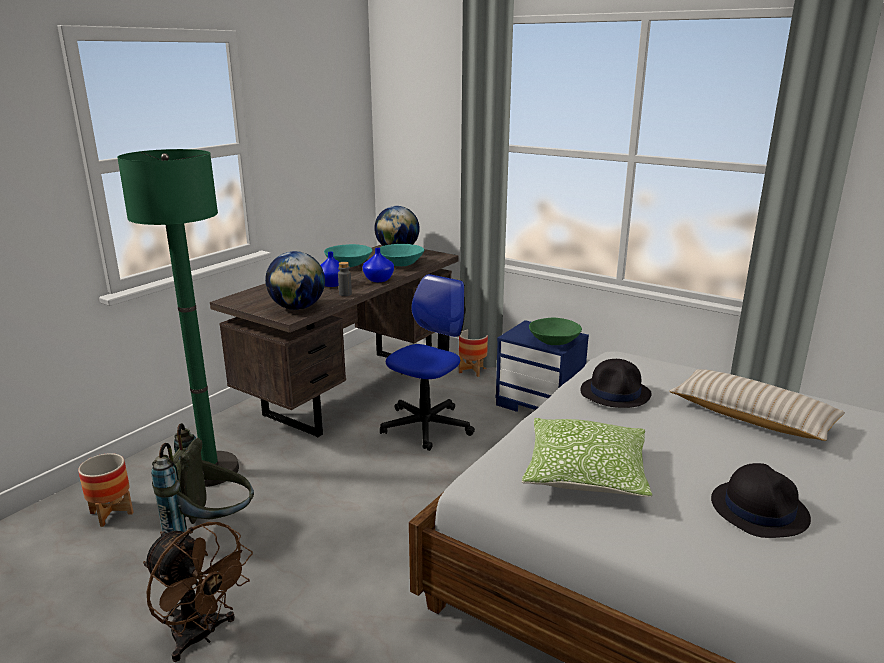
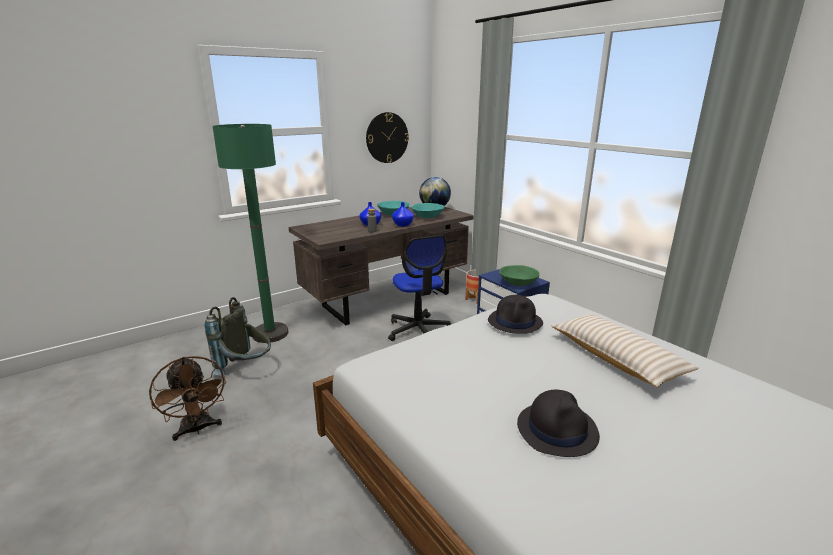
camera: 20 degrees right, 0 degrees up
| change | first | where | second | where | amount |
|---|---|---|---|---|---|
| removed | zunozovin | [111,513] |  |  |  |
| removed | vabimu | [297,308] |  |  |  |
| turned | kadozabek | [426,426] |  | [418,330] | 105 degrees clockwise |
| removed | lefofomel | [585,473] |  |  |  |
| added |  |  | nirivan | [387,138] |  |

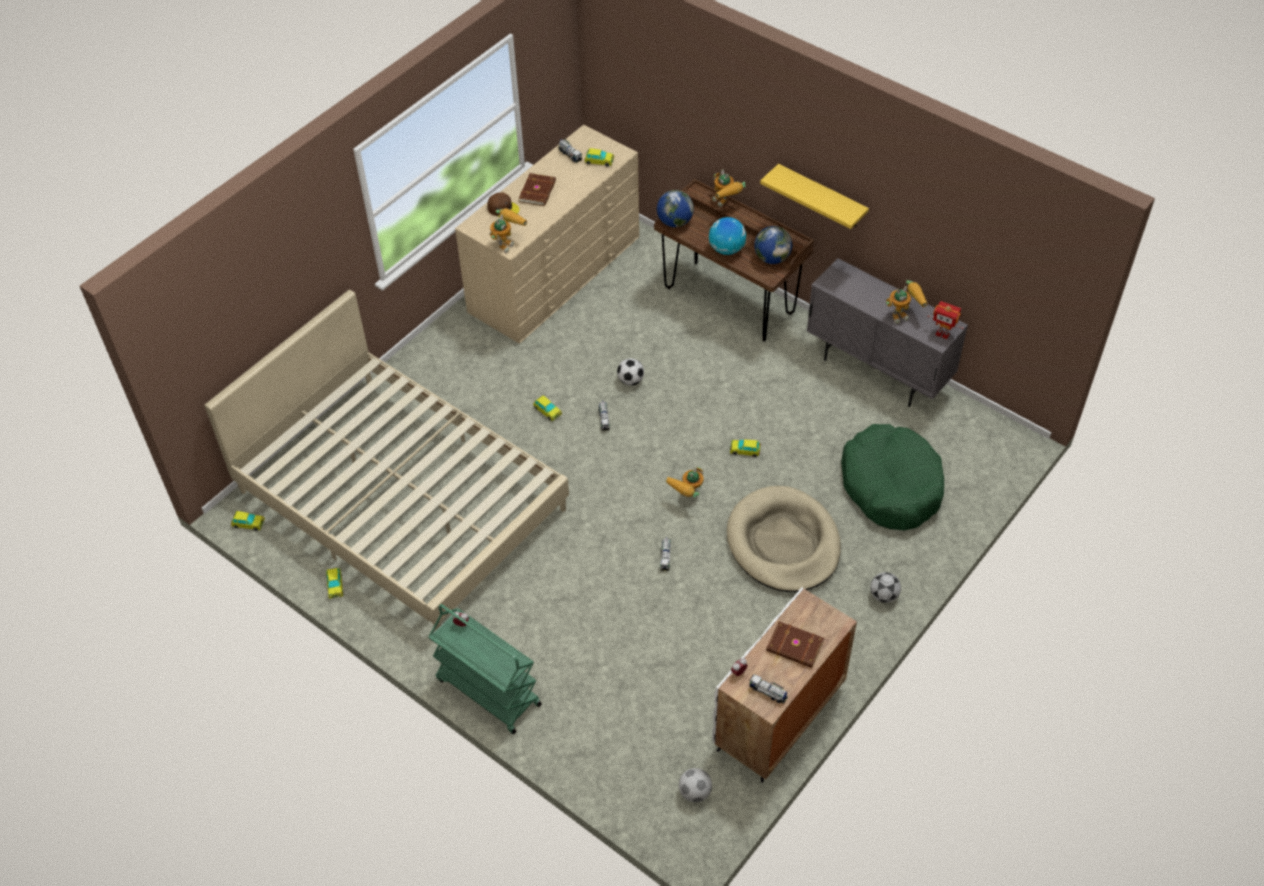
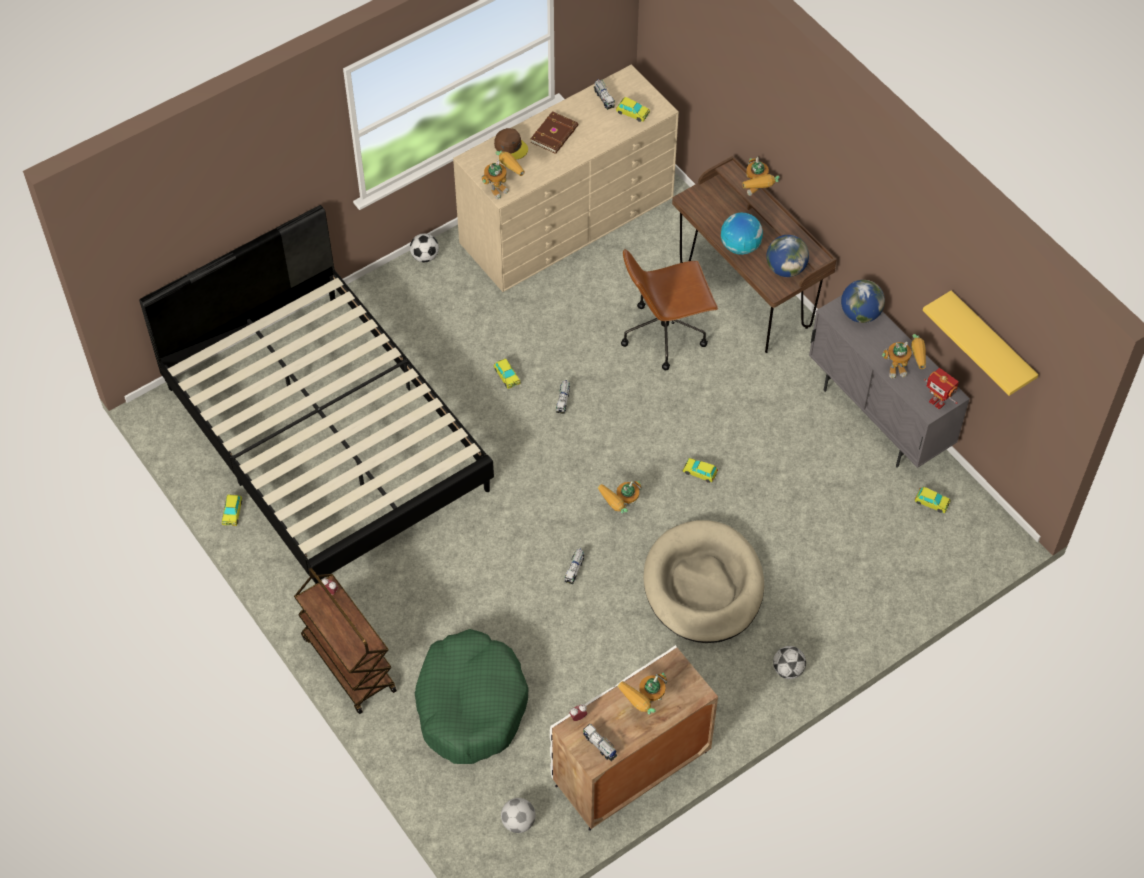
camera: 15 degrees right, 5 degrees up
| change | first | where | second | where | amount |
|---|---|---|---|---|---|
| recoloured | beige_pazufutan | [402,499] | black_pazufutan | [326,436] |  |
| moved | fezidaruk | [248,524] |  | [931,502] |  |
| recoloured | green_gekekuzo | [487,692] | brown_gekekuzo | [348,663] |  |
| moved | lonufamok | [630,380] |  | [425,257] |  |
| moved | vabimu | [675,222] |  | [860,314] |  |
| moved | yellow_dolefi | [821,197] |  | [991,342] |  |
| replaced | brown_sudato | [795,647] | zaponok | [644,706] |  |
| moved | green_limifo | [891,486] |  | [470,704] |  |
| added |  |  | brown_kadozabek | [665,334] |  |

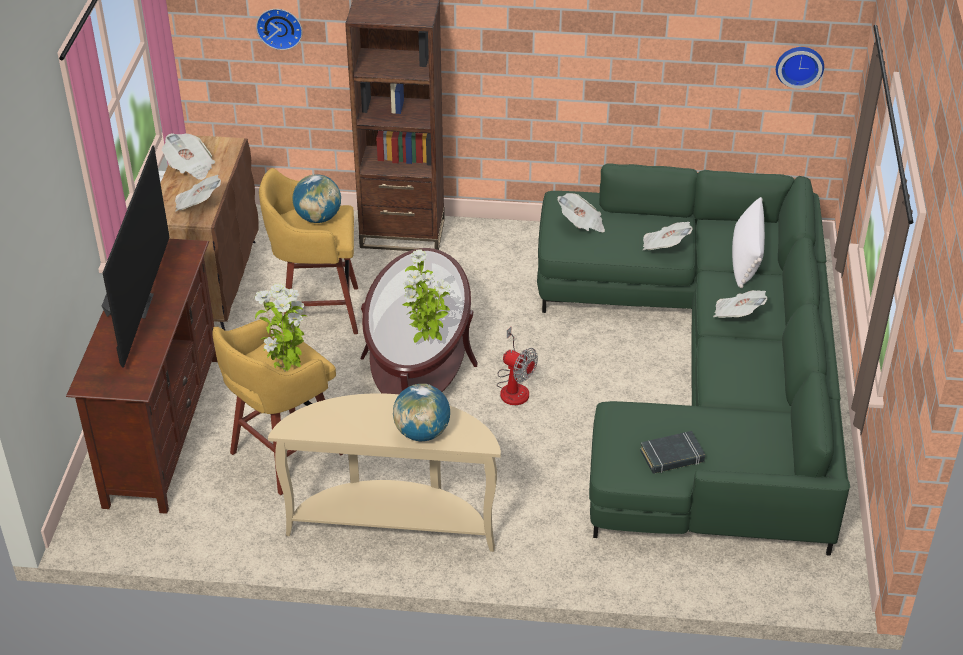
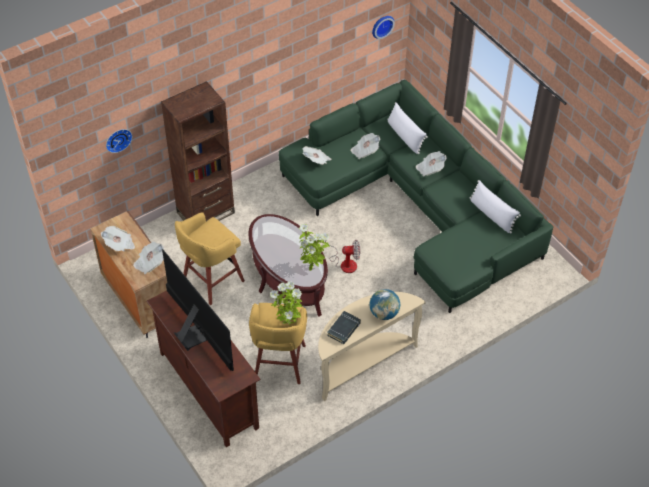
camera: 40 degrees left, 10 degrees up
| change | first | where | second | where | amount |
|---|---|---|---|---|---|
| removed | vabimu | [318,218] |  |  |  |
| moved | black_sudato | [672,456] |  | [344,329] |  |
| added |  |  | white_lefofomel | [492,215] |  |

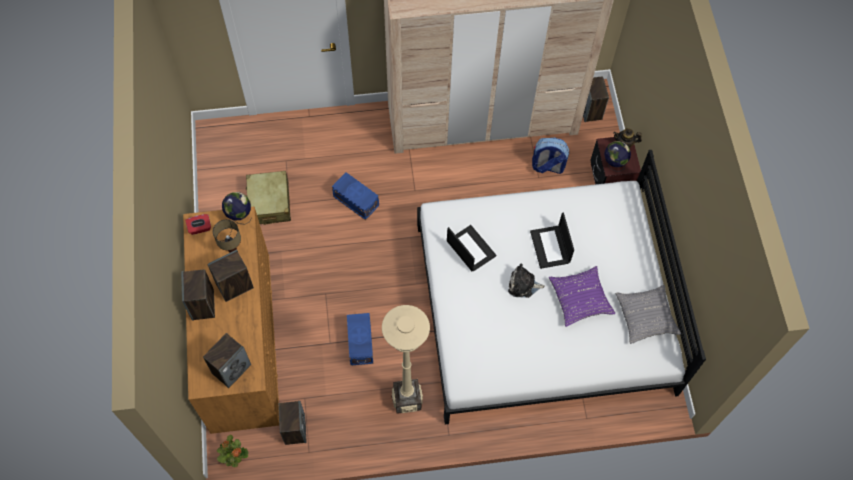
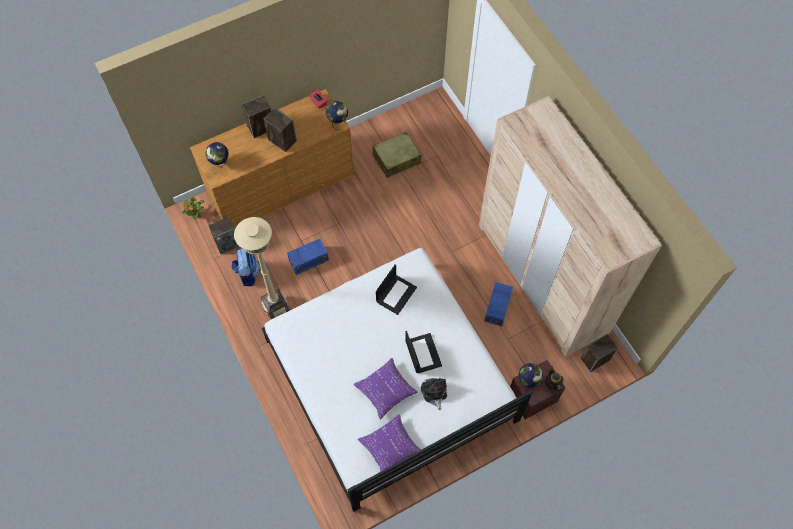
camera: 70 degrees right, 0 degrees up
| change | first | where | second | where | amount |
|---|---|---|---|---|---|
| replaced | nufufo | [231,369] | vabimu | [220,163] |  |
| removed | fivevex | [232,249] |  |  |  |
| moved | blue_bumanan | [356,200] |  | [498,307] |  |
| moved | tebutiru | [523,285] |  | [434,392] |  |
| turned | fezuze | [550,247] |  | [422,353] | 105 degrees clockwise |
| moved | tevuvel | [547,166] |  | [247,273] |  |
| recoloured | grey_lefofomel | [646,316] | purple_lefofomel | [390,447] |  |

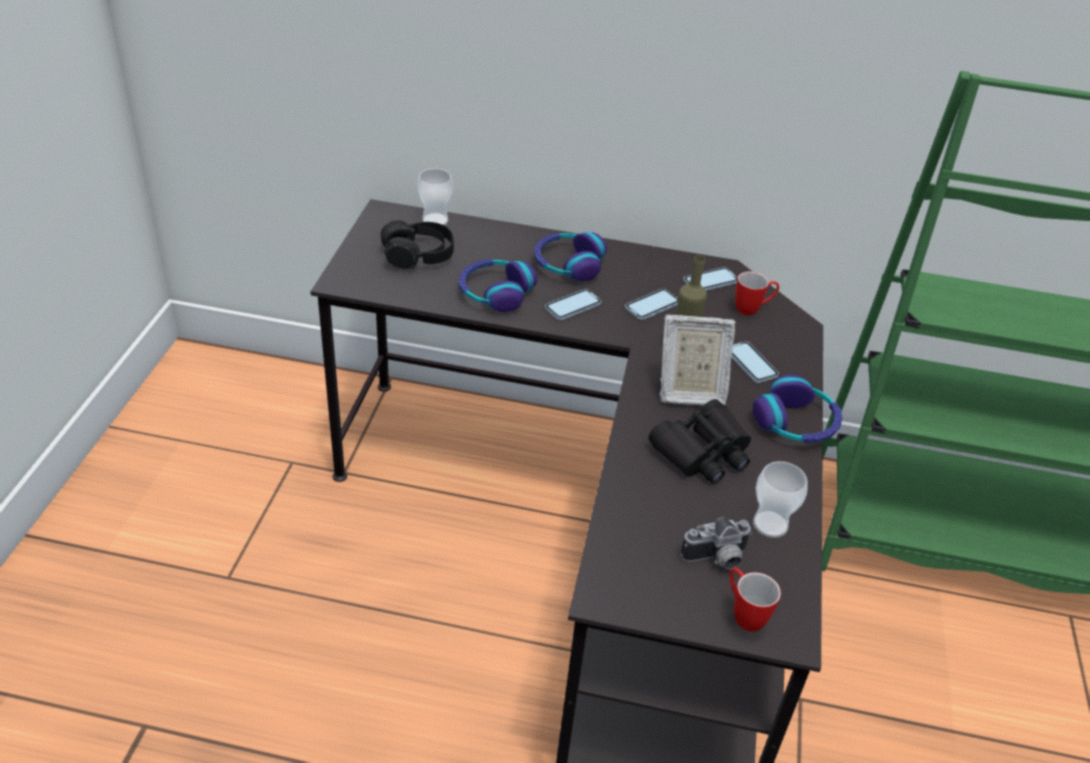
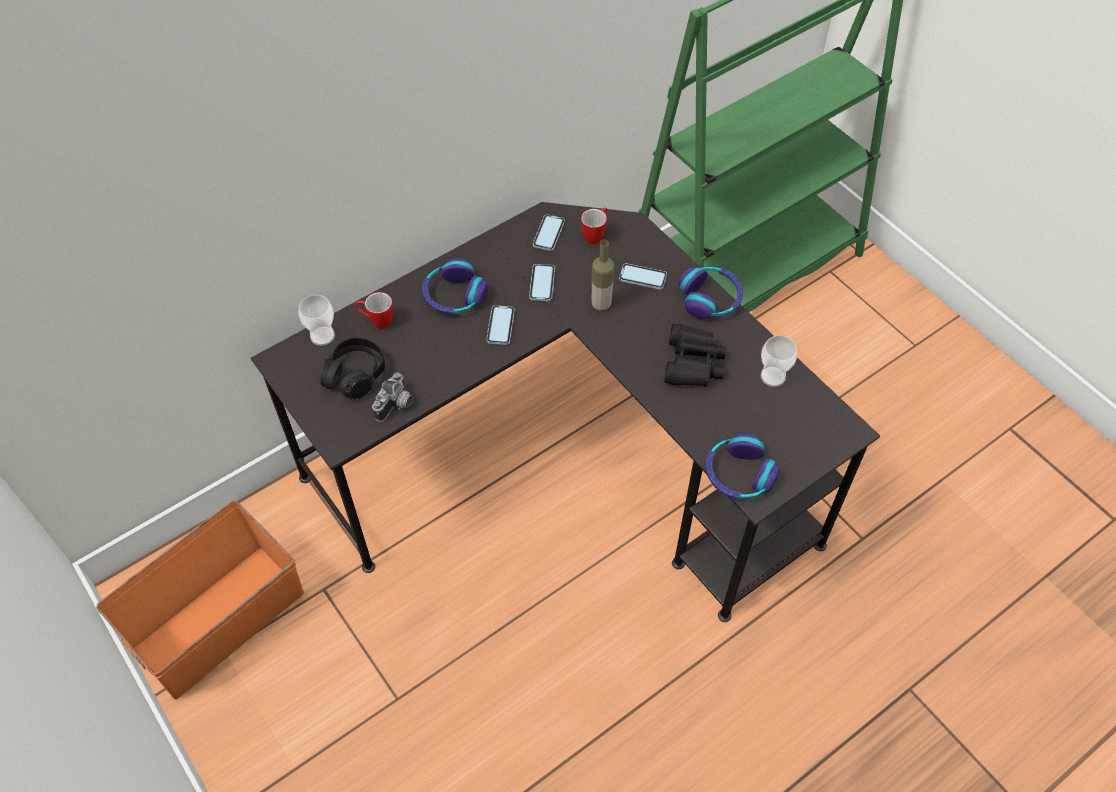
camera: 45 degrees left, 15 degrees up
| change | first | where | second | where | amount |
|---|---|---|---|---|---|
| moved | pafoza | [495,293] |  | [738,474] |  |
| removed | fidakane | [689,392] |  |  |  |
| moved | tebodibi | [717,559] |  | [396,406] |  |
| moved | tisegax | [743,614] |  | [377,321] |  |
| added |  |  | orange_bumanan | [218,620] |  |

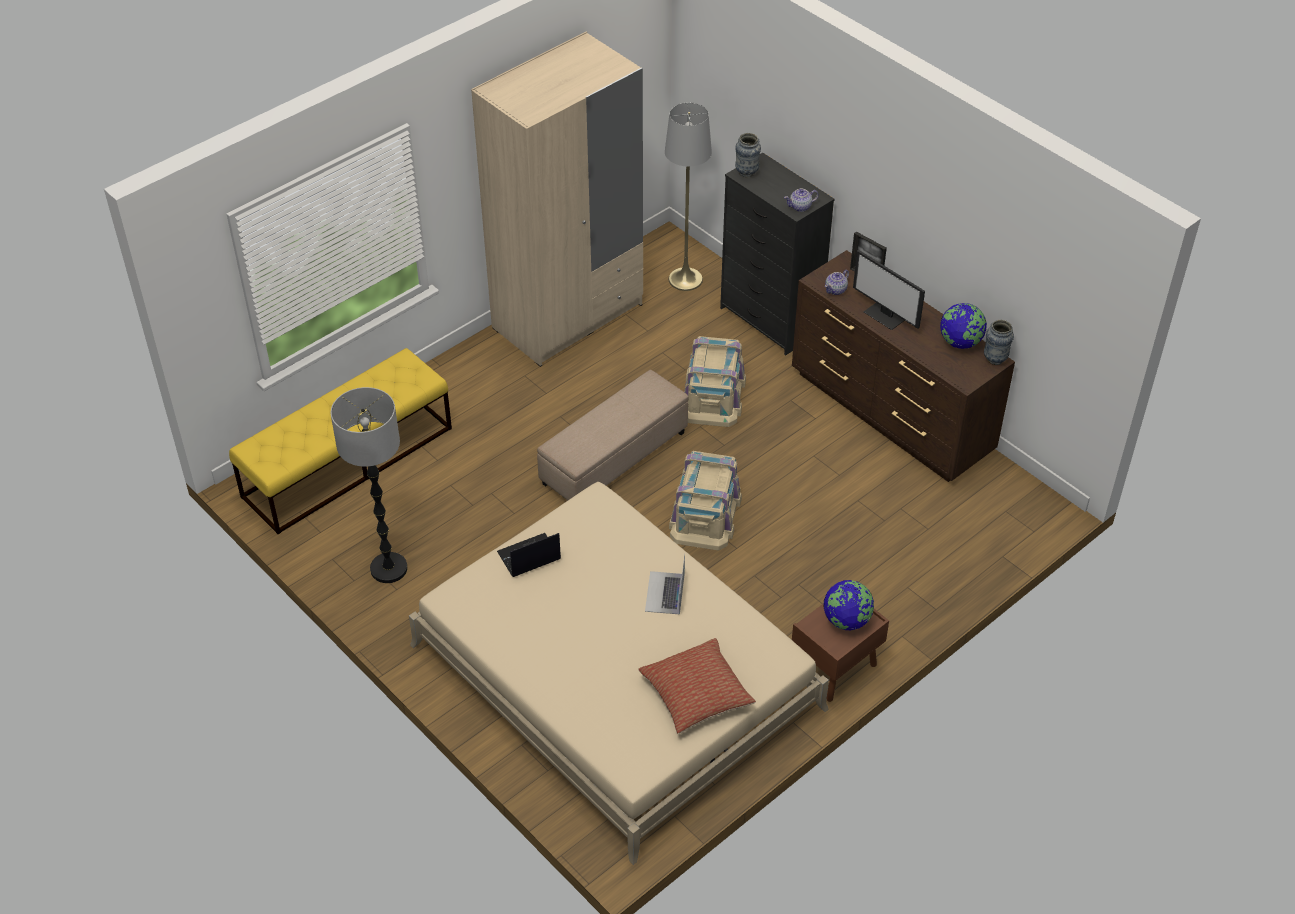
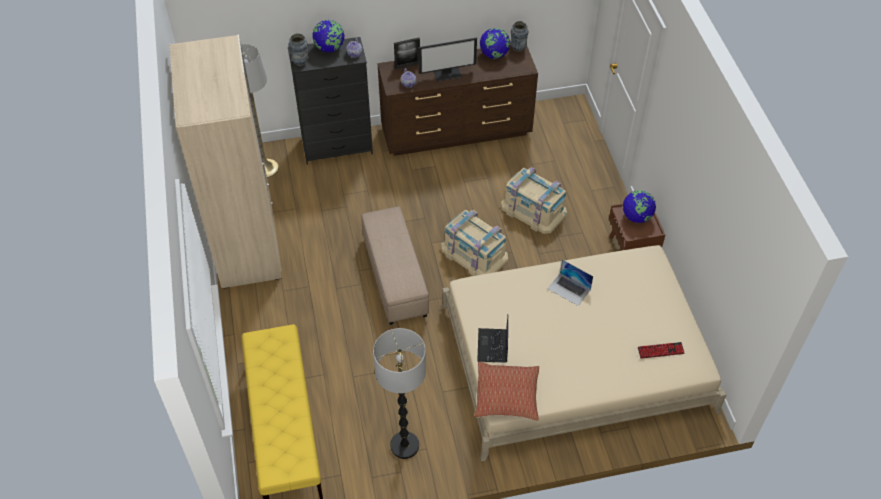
camera: 60 degrees left, 5 degrees up
| change | first | where | second | where | amount |
|---|---|---|---|---|---|
| moved | lefofomel | [696,694] |  | [507,396] |  |
| moved | beige_bumanan | [714,395] |  | [534,209] |  |
| added |  |  | vabimu | [329,48] |  |
| added |  |  | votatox | [660,350] |  |

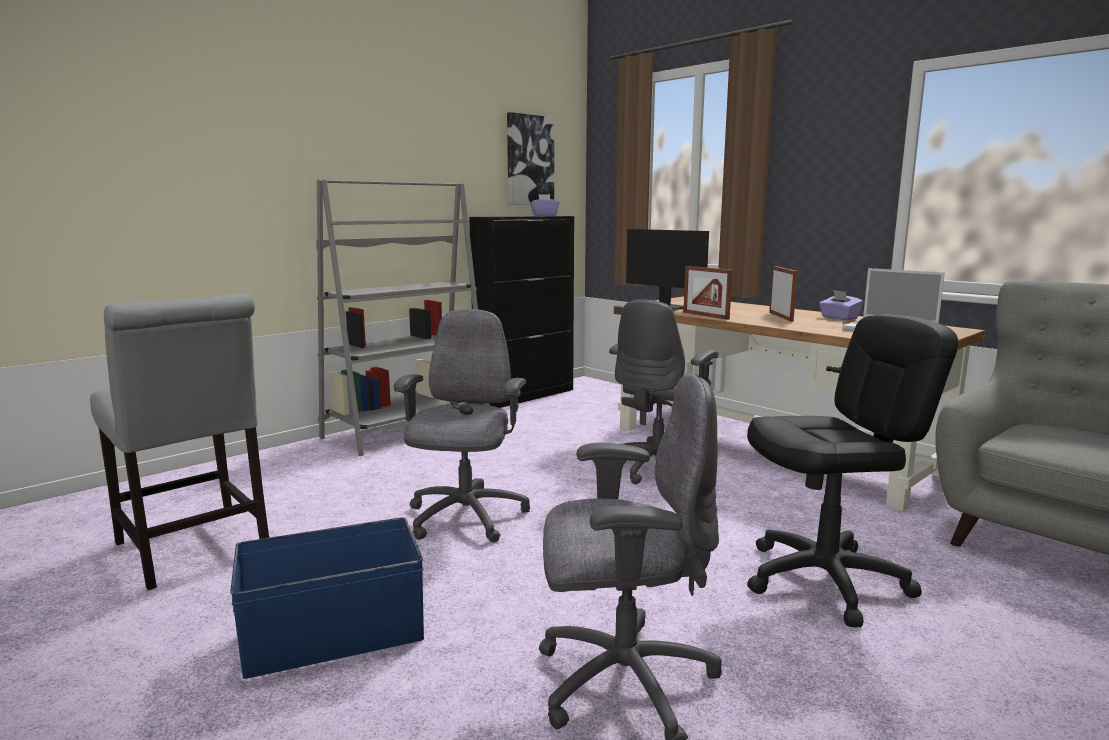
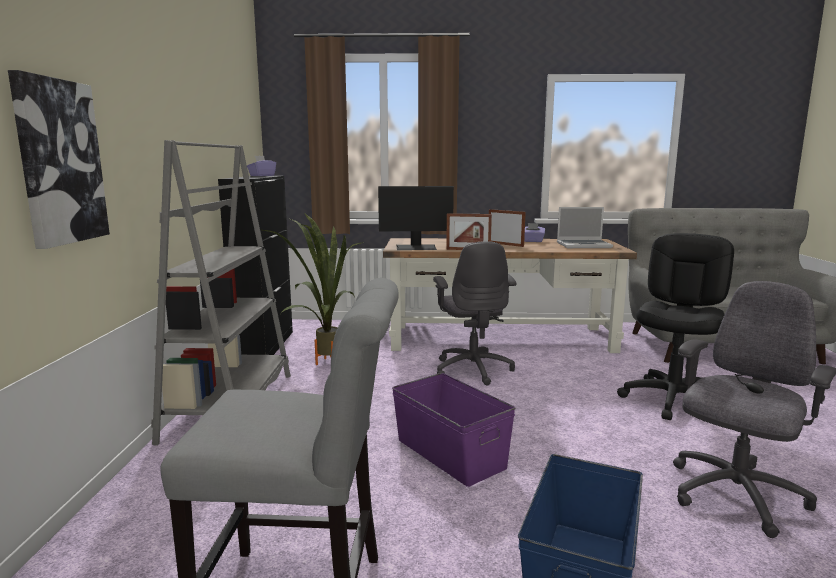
camera: 45 degrees left, 0 degrees up
| change | first | where | second | where | amount |
|---|---|---|---|---|---|
| replaced | grey_kadozabek | [465,518] | purple_bumanan | [450,453] |  |
| moved | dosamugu | [529,160] |  | [59,162] |  |
| added |  |  | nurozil | [323,361] |  |

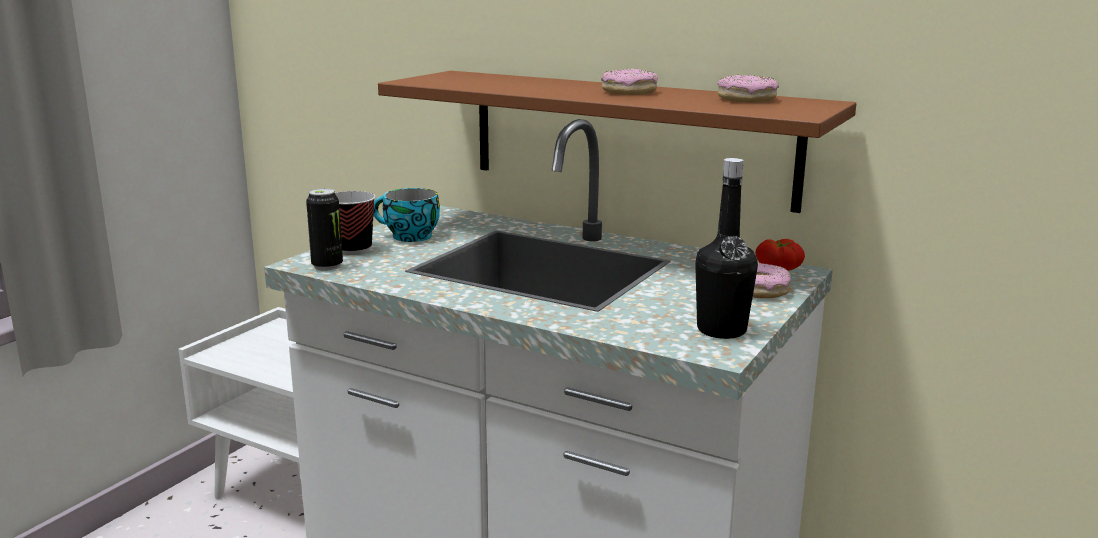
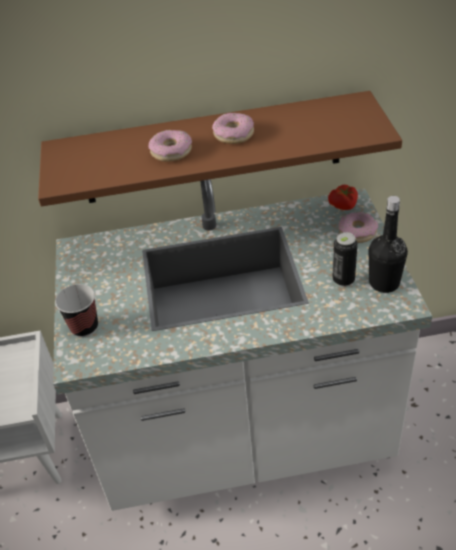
camera: 35 degrees left, 25 degrees up
| change | first | where | second | where | amount |
|---|---|---|---|---|---|
| moved | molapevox | [327,266] |  | [343,280] |  |
| removed | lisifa | [409,237] |  |  |  |
| moved | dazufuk | [746,99] |  | [171,151] |  |

